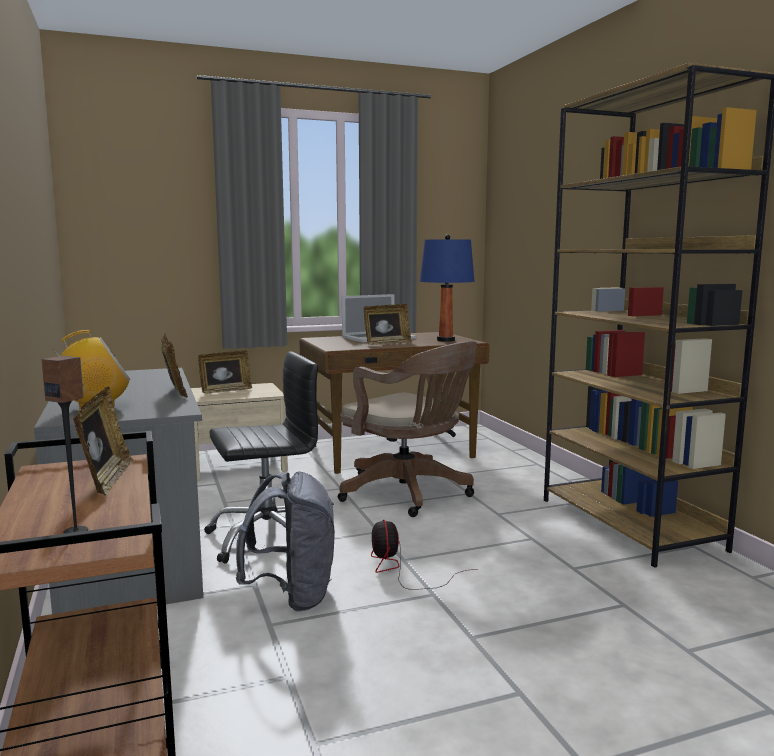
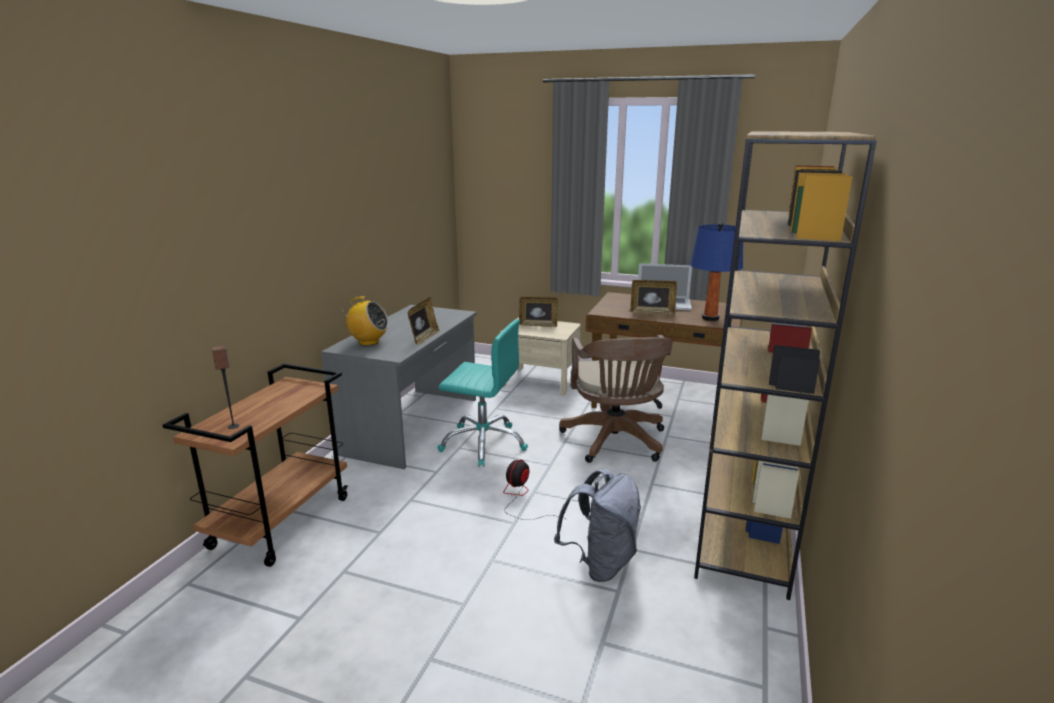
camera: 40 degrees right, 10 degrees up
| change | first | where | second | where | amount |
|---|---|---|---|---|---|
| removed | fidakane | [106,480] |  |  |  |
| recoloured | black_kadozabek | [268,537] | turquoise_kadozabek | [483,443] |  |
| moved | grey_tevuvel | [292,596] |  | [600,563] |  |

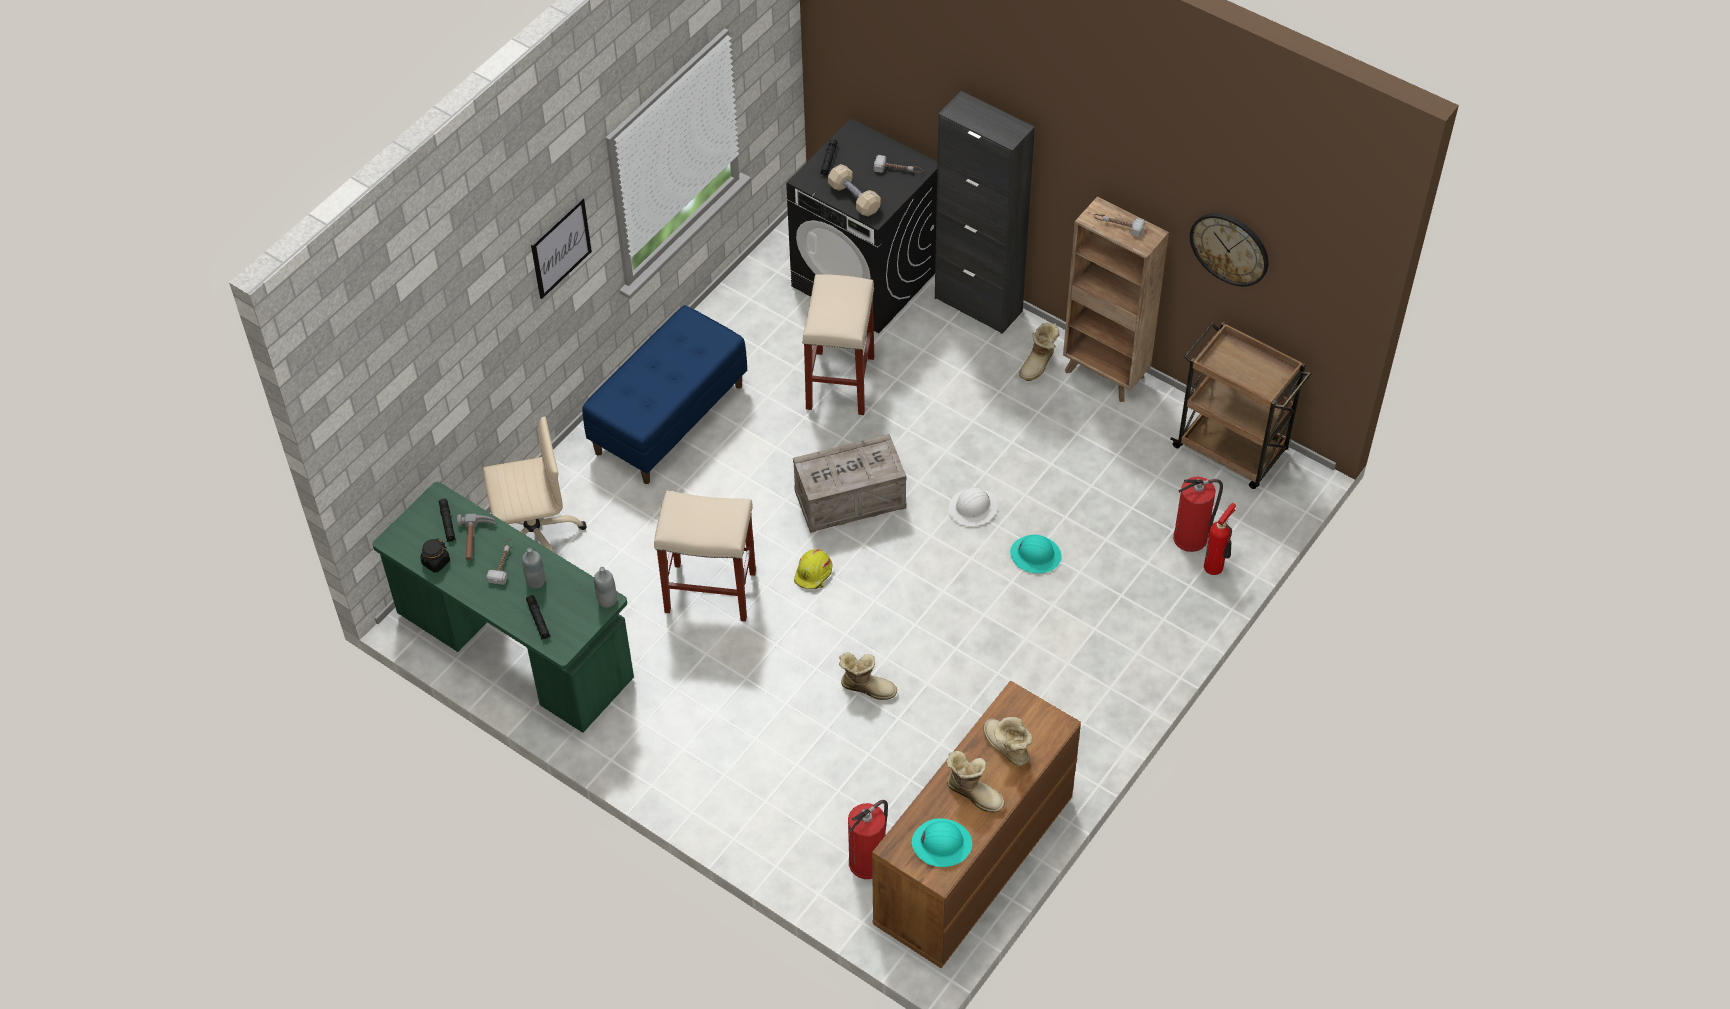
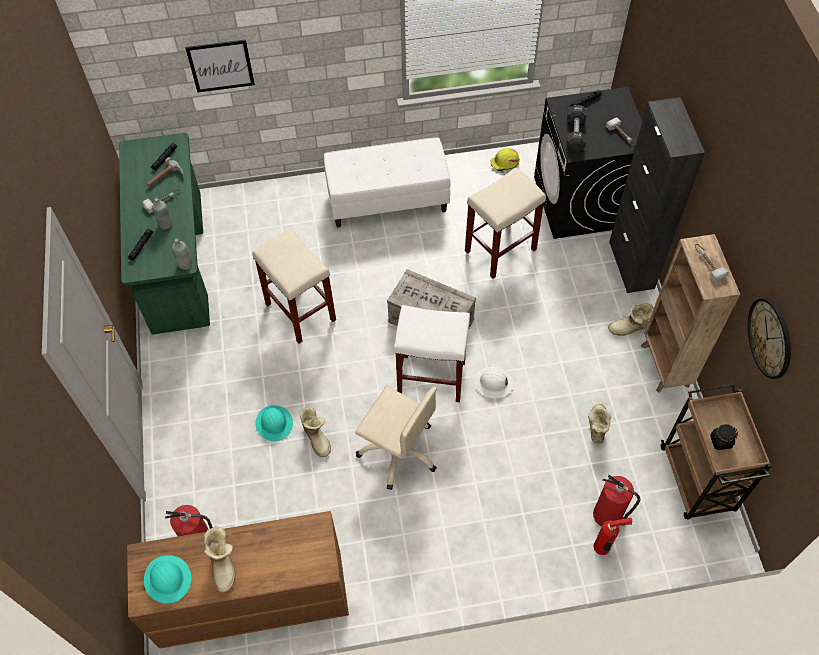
camera: 45 degrees right, 5 degrees up
| change | first | where | second | where | amount |
|---|---|---|---|---|---|
| moved | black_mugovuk | [436,562] |  | [720,441] |  |
| moved | beige_kadozabek | [534,537] |  | [399,451] |  |
| moved | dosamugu | [560,247] |  | [221,65] |  |
| recoloured | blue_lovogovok | [669,418] | white_lovogovok | [388,200] |  |
| moved | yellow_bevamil | [814,574] |  | [505,163] |  |
| recoloured | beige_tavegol | [854,198] | black_tavegol | [575,134] |  |
| moved | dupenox | [1005,748] |  | [596,427] |  |
| moved | turquoise_bevamil | [1035,555] |  | [274,423] |  |
| added |  |  | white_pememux | [430,378] |  |

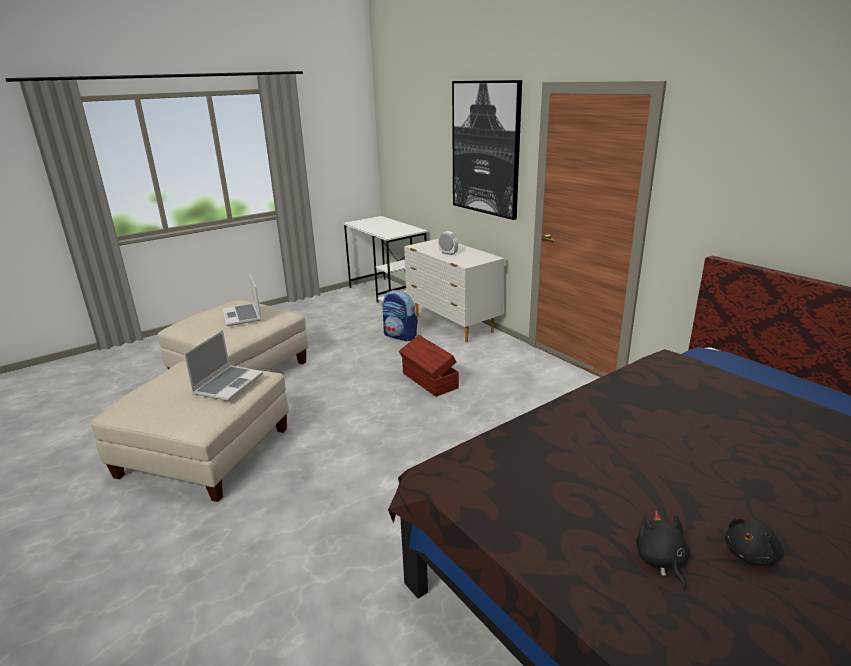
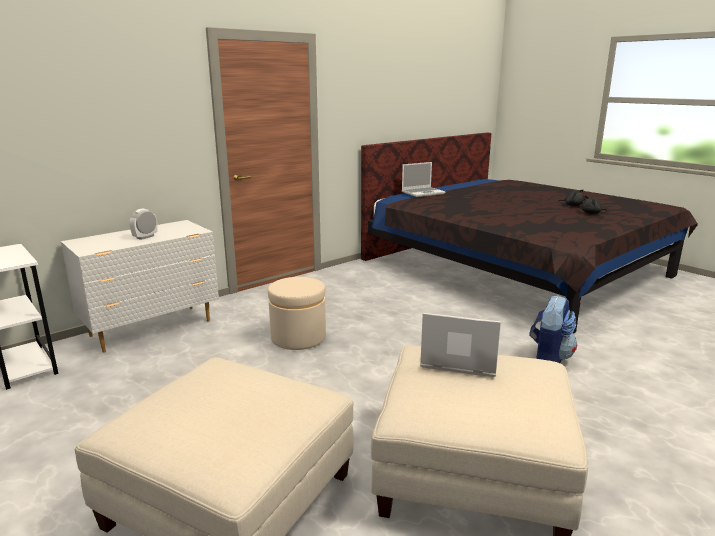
camera: 95 degrees left, 5 degrees down
| change | first | where | second | where | amount |
|---|---|---|---|---|---|
| moved | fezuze | [243,316] |  | [423,193] |  |
| moved | tevuvel | [400,336] |  | [549,359] |  |
| replaced | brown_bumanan | [429,381] | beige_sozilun | [298,337] |  |
| removed | dosamugu | [485,149] |  |  |  |

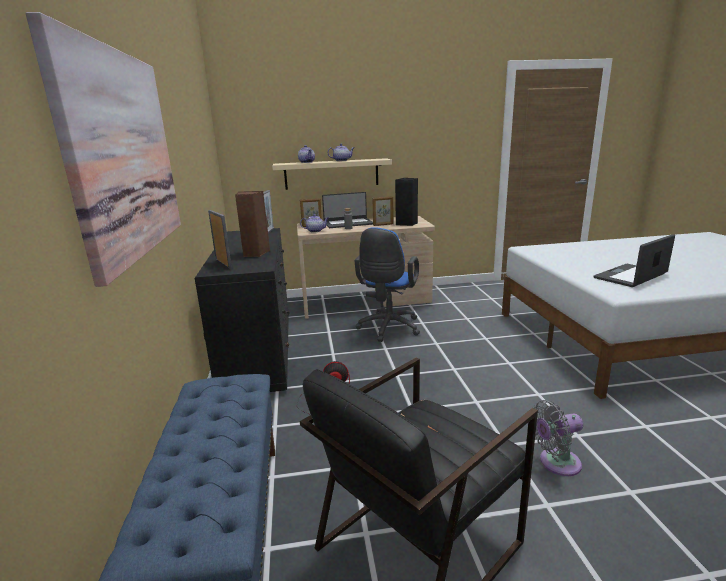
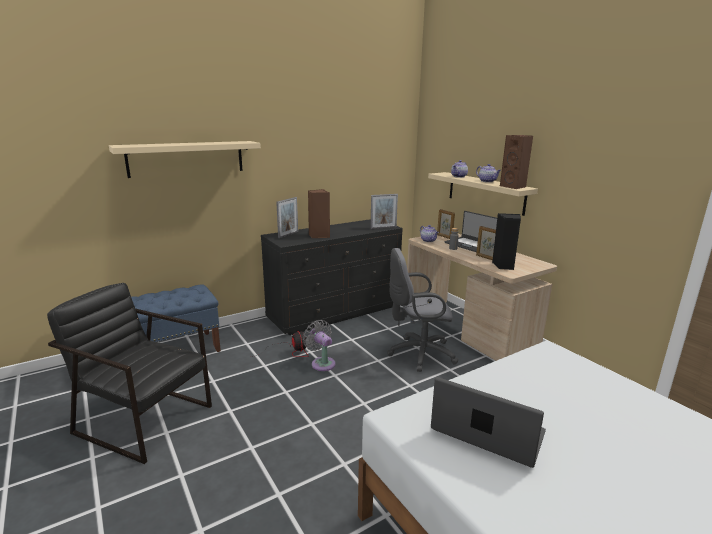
camera: 65 degrees right, 0 degrees up
| change | first | where | second | where | amount |
|---|---|---|---|---|---|
| replaced | dosamugu | [124,155] | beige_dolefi | [186,158] |  |
| recoloured | blue_kadozabek | [388,329] | grey_kadozabek | [418,354] |  |
| moved | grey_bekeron | [556,463] |  | [322,363] |  |
| added |  |  | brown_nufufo | [514,187] |  |

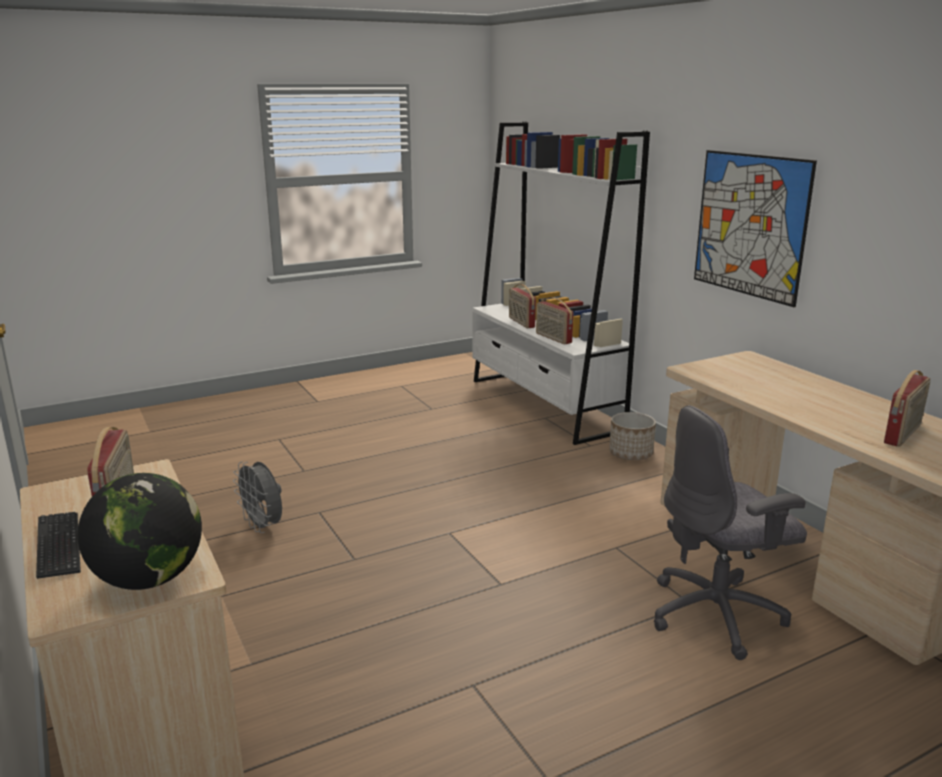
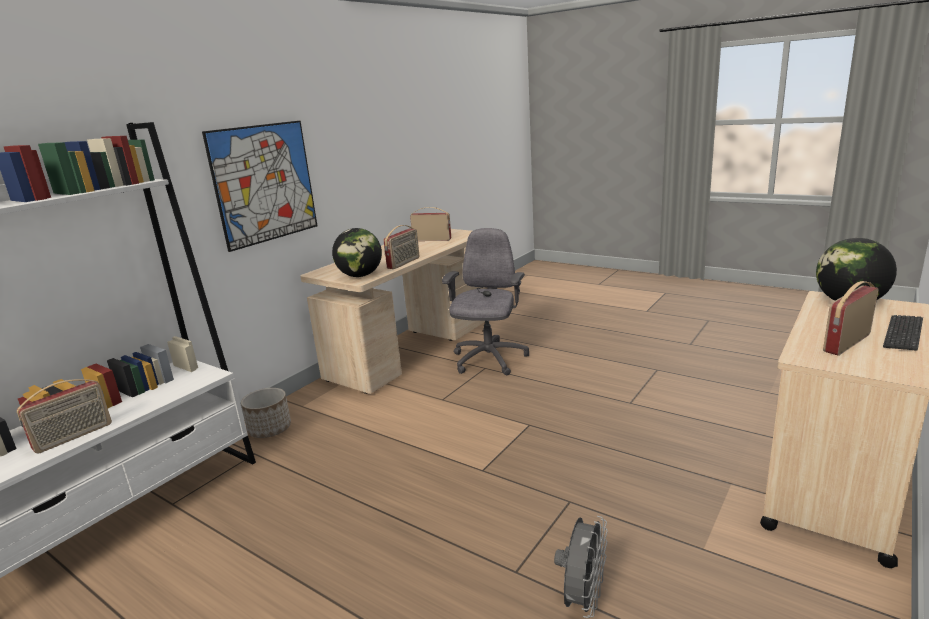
camera: 115 degrees left, 0 degrees up
| change | first | where | second | where | amount |
|---|---|---|---|---|---|
| moved | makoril | [553,338] |  | [404,263] |  |
| turned | grey_kadozabek | [717,614] |  | [488,360] | 120 degrees counterclockwise |
| added |  |  | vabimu | [360,275] |  |

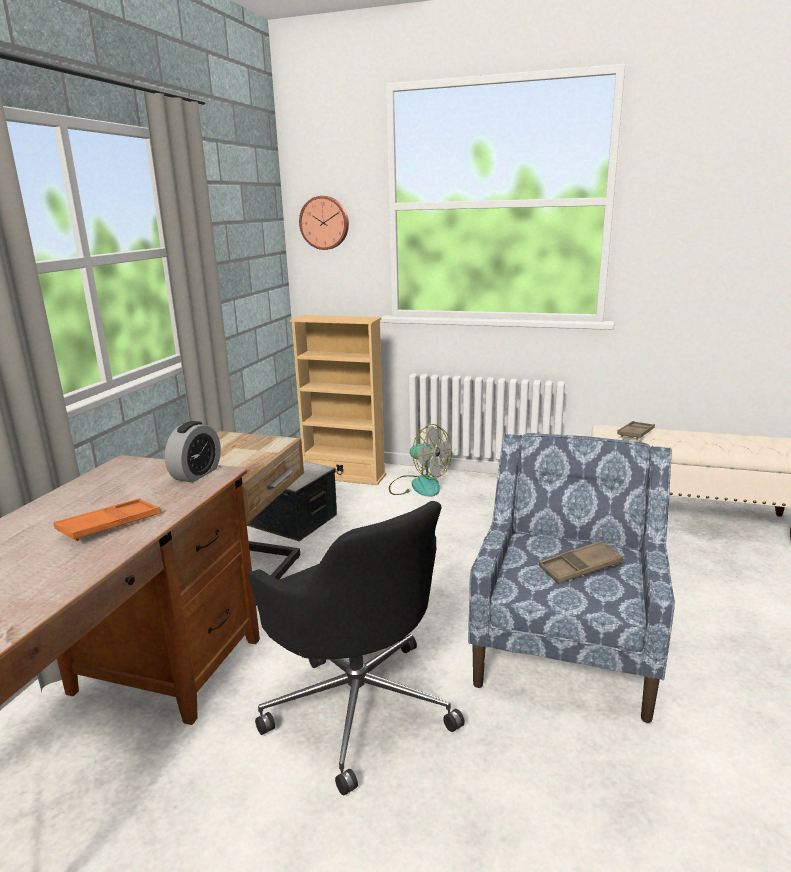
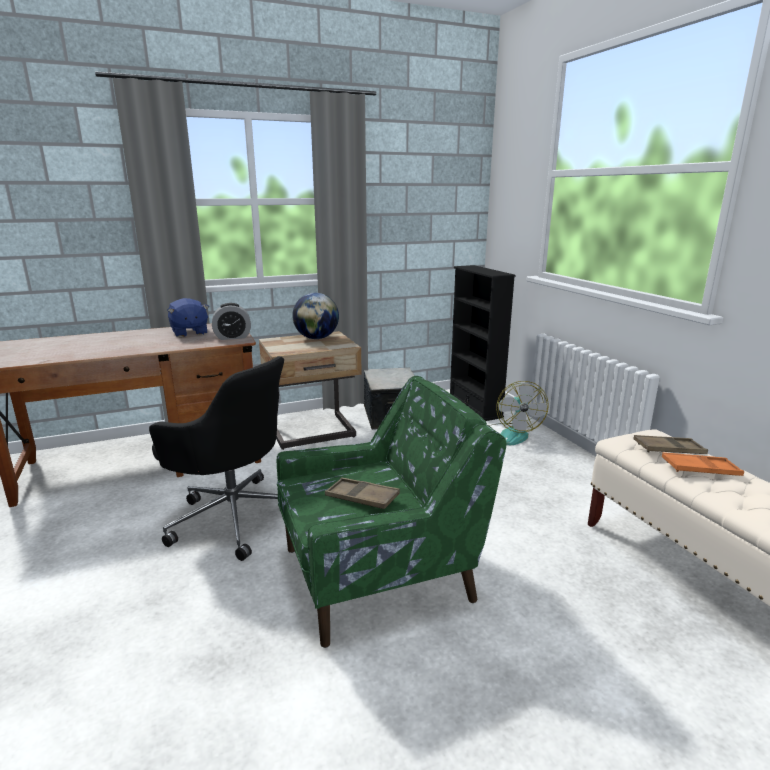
camera: 50 degrees right, 0 degrees up
| change | first | where | second | where | amount |
|---|---|---|---|---|---|
| moved | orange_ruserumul | [110,525] |  | [700,469] |  |
| turned | black_kadozabek | [359,704] |  | [234,516] | 75 degrees counterclockwise |
| recoloured | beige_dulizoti | [344,476] | black_dulizoti | [474,407] |  |
| removed | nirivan | [325,223] |  |  |  |
| recoloured | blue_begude | [567,645] | green_begude | [380,574] |  |
| added |  |  | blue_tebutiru | [189,332] |  |
| added |  |  | vabimu | [316,338] |  |

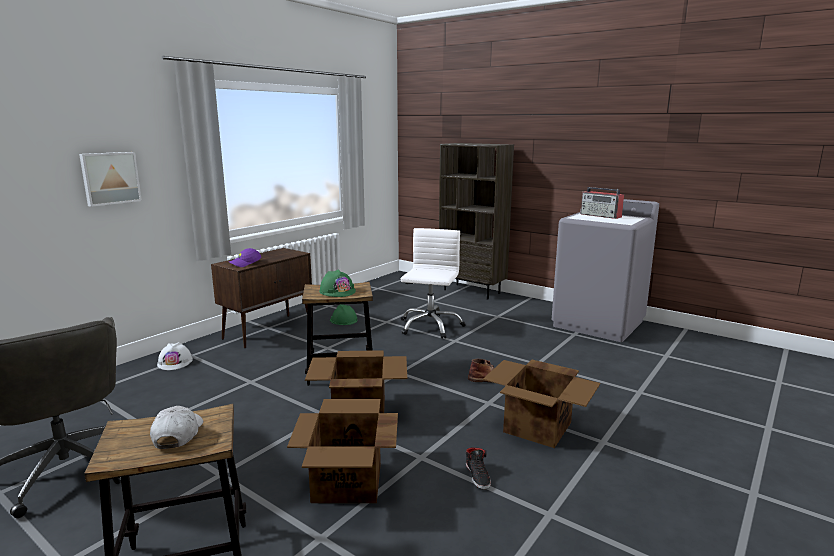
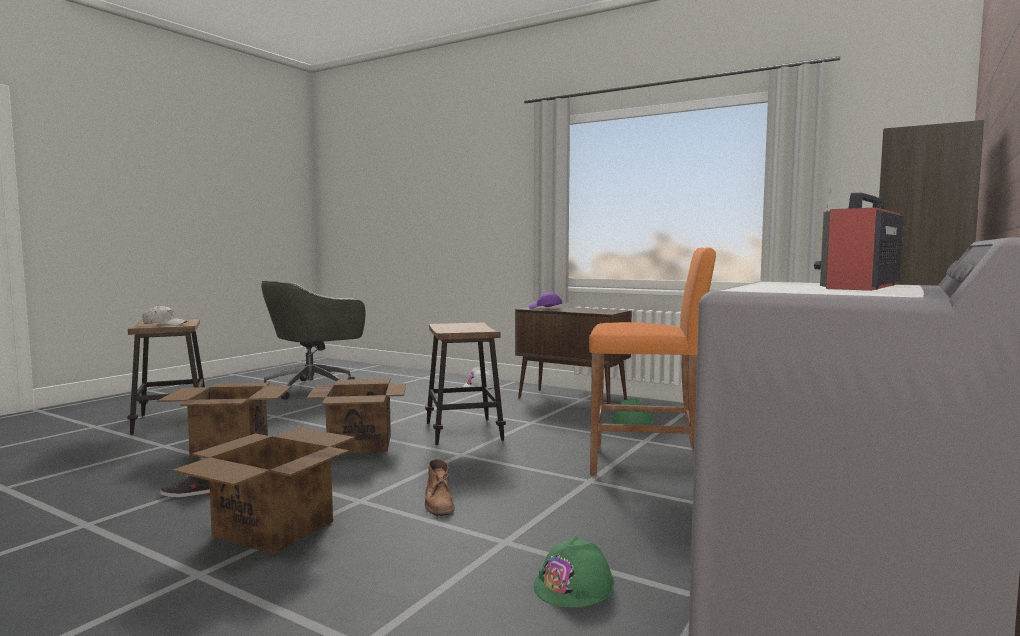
camera: 85 degrees right, 10 degrees down
| change | first | where | second | where | amount |
|---|---|---|---|---|---|
| removed | dosamugu | [110,178] |  |  |  |
| moved | green_bevamil | [337,291] |  | [574,586] |  |
| replaced | white_kadozabek | [430,326] | orange_pememux | [646,464] |  |

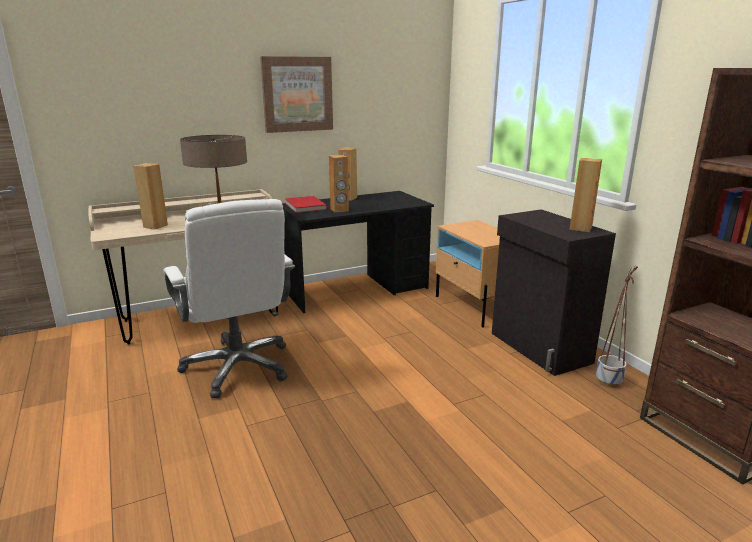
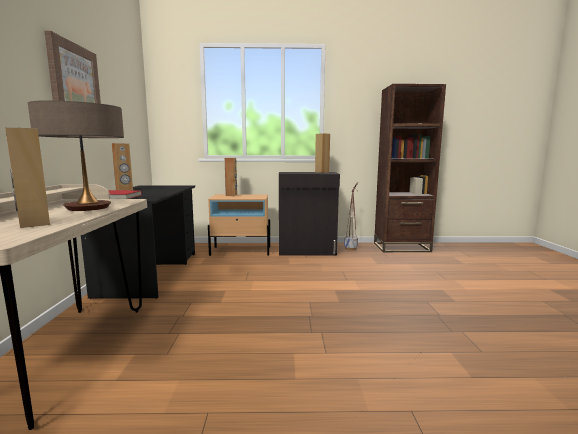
camera: 65 degrees left, 10 degrees down
| change | first | where | second | where | amount |
|---|---|---|---|---|---|
| removed | white_kadozabek | [238,367] |  |  |  |
| moved | brown_nufufo | [339,210] |  | [231,195] |  |

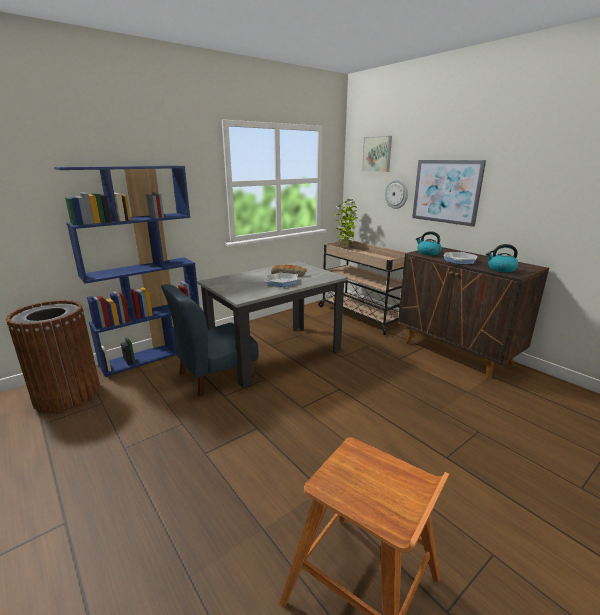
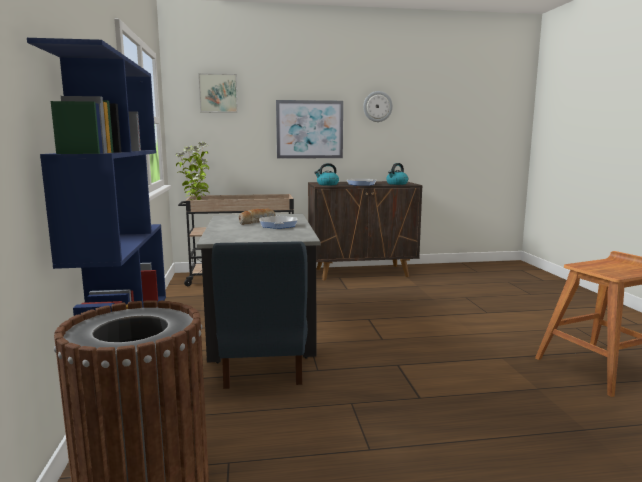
camera: 60 degrees left, 10 degrees down
| change | first | where | second | where | amount |
|---|---|---|---|---|---|
| moved | nirivan | [396,194] |  | [377,106] |  |

